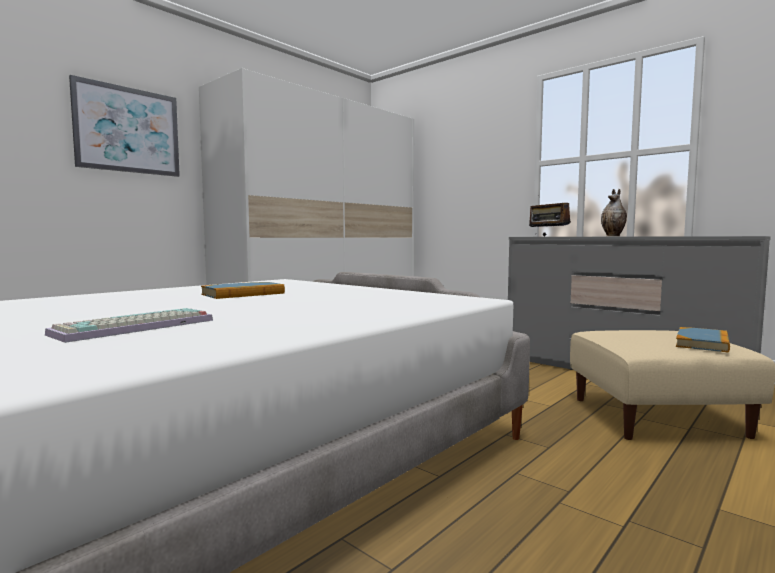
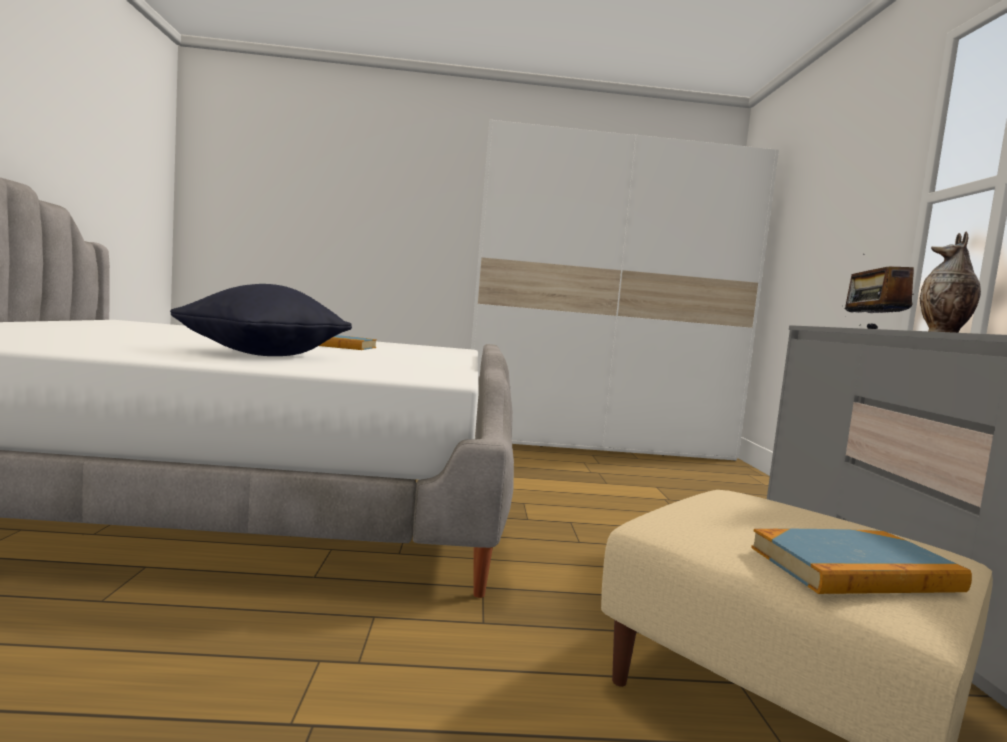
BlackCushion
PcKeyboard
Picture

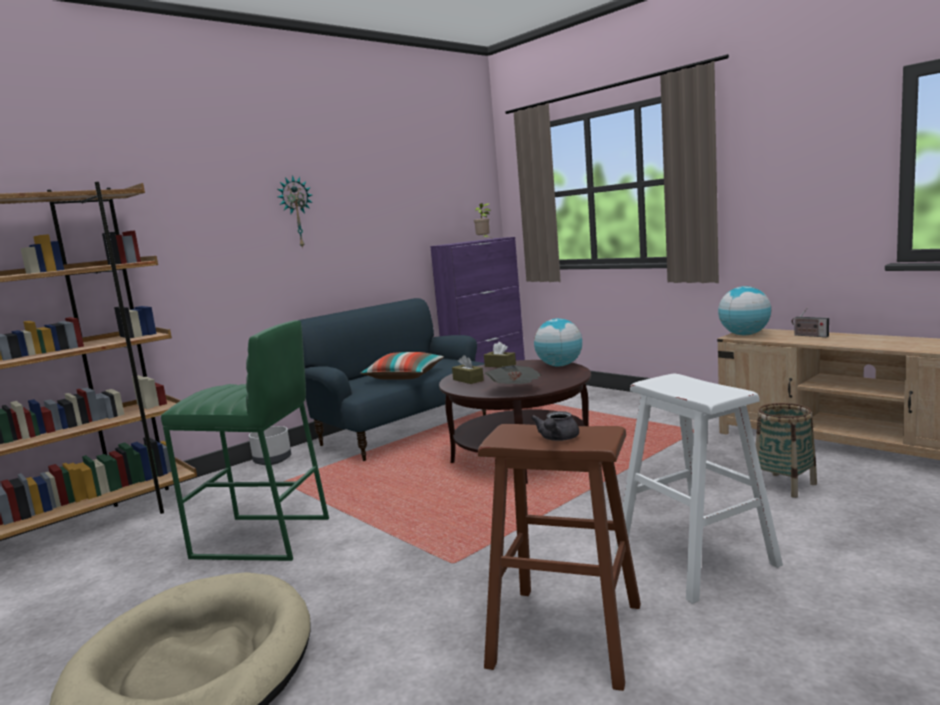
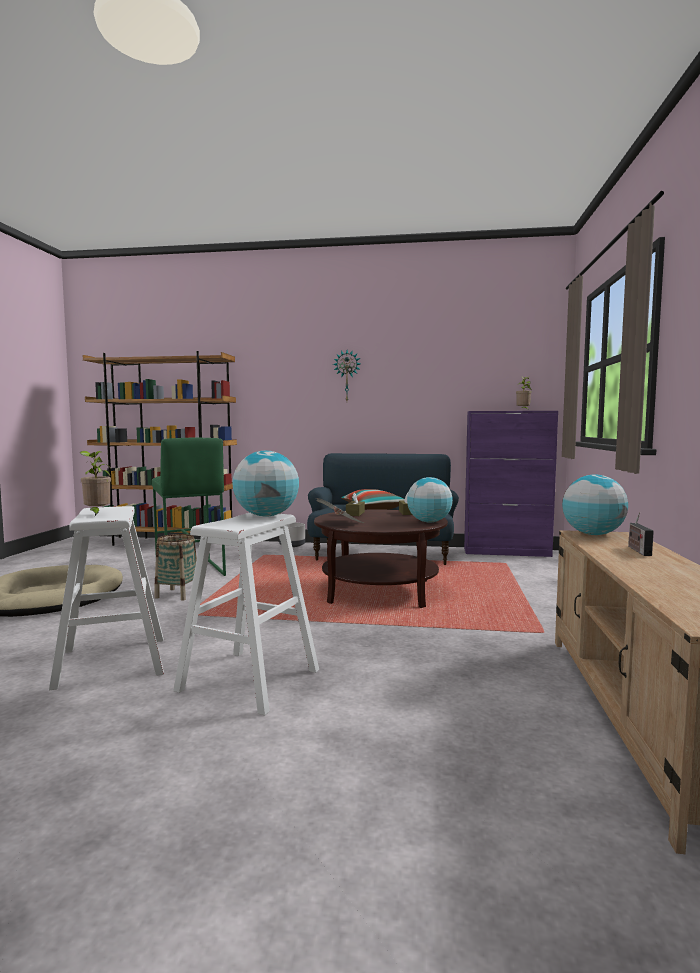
WhiteSittingStool (no. 1 from left)
PlantInAPot (no. 1 from left)
HouseholdBasket
Globe (no. 1 from left)

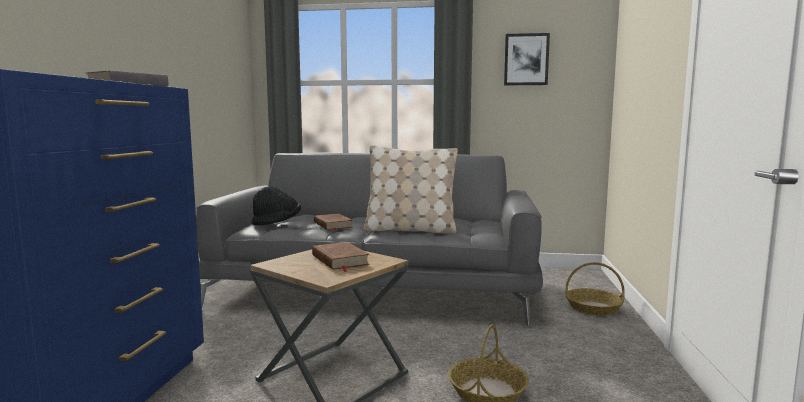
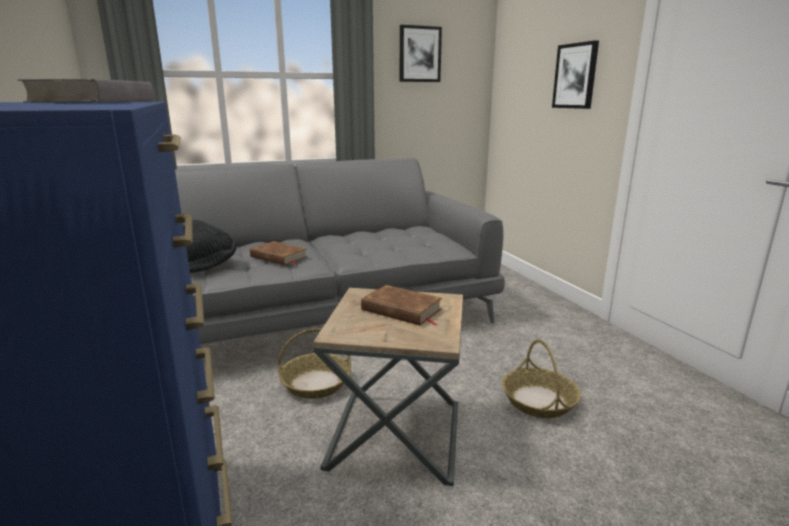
HouseholdBasket (no. 1 from left)
Picture (no. 2 from left)
BeigeColouredCushion

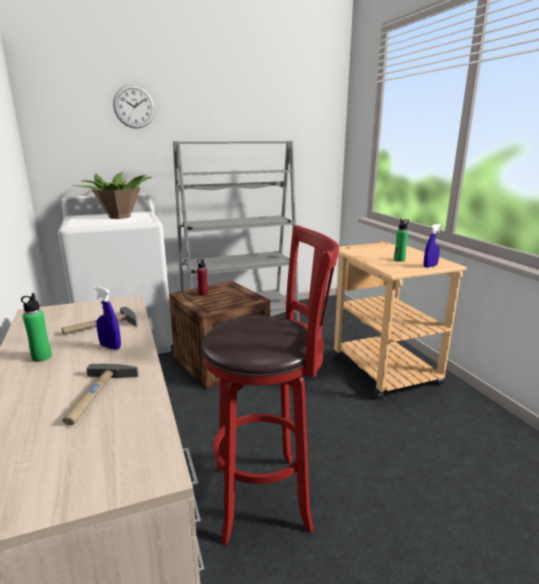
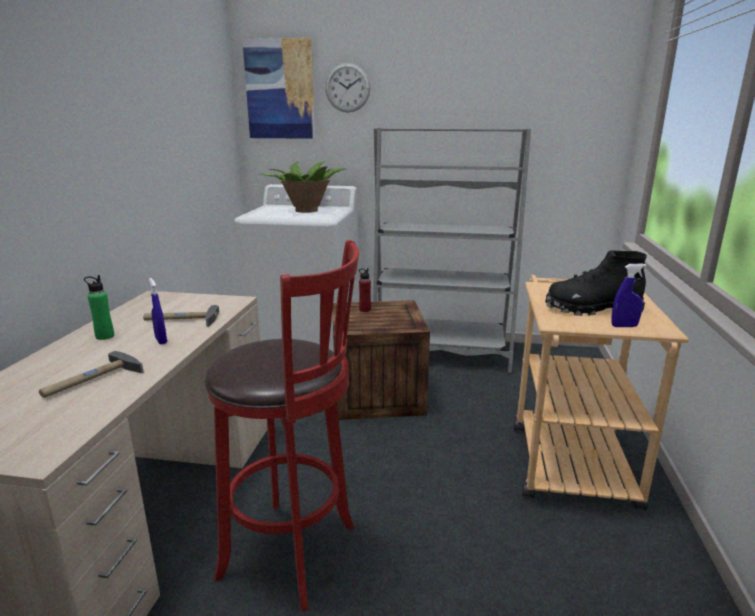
Picture
BlackBoot

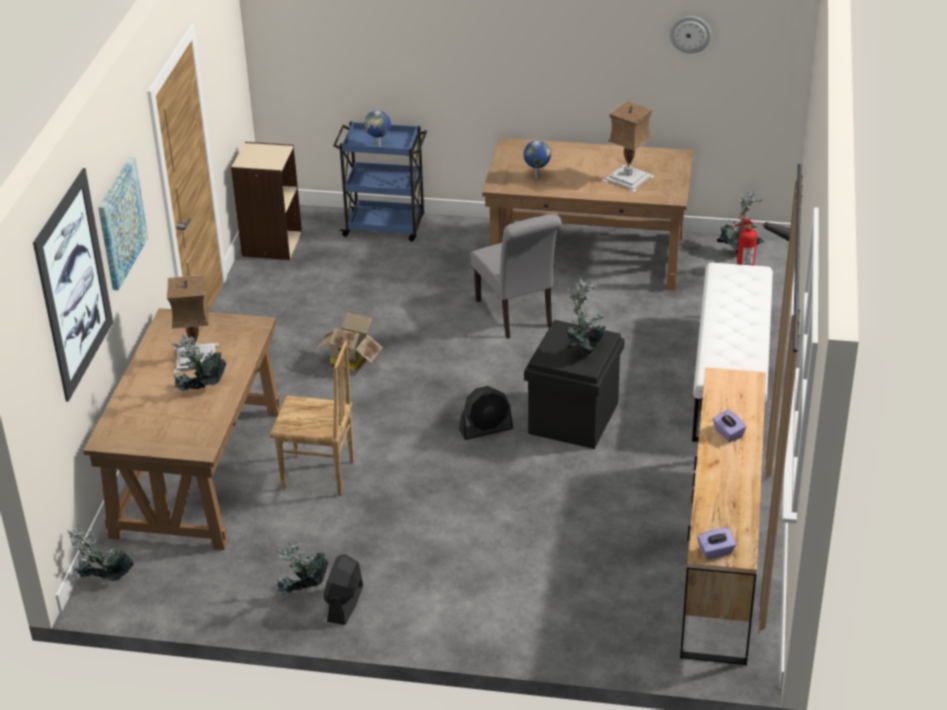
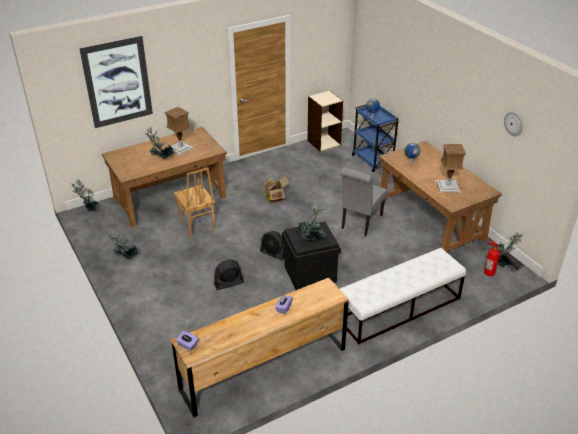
BlackElectricFan (no. 1 from left)
Picture (no. 2 from left in the first image)

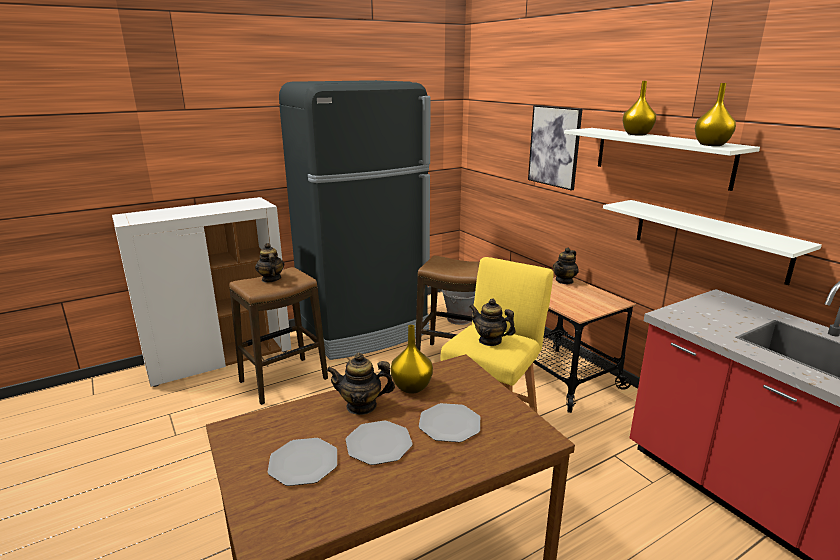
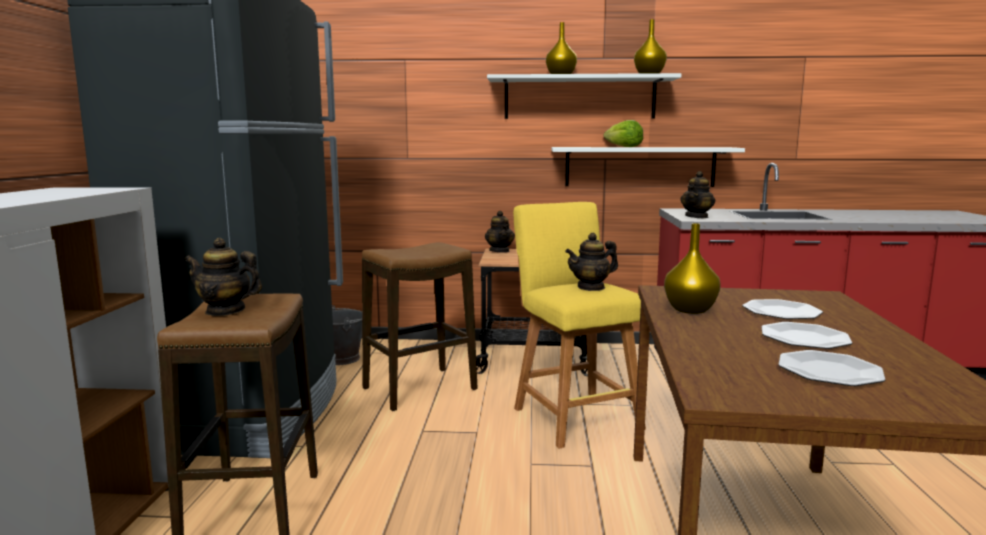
Lettuce
PotForTea (no. 4 from left)
Picture

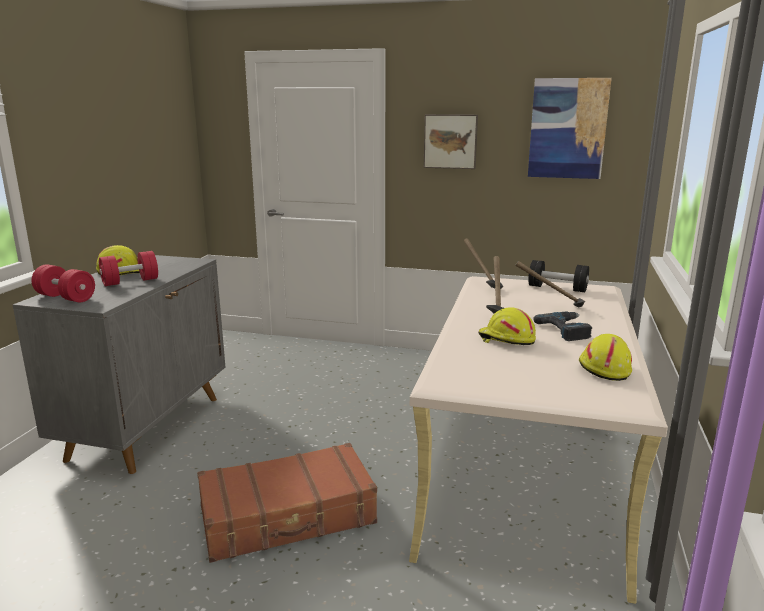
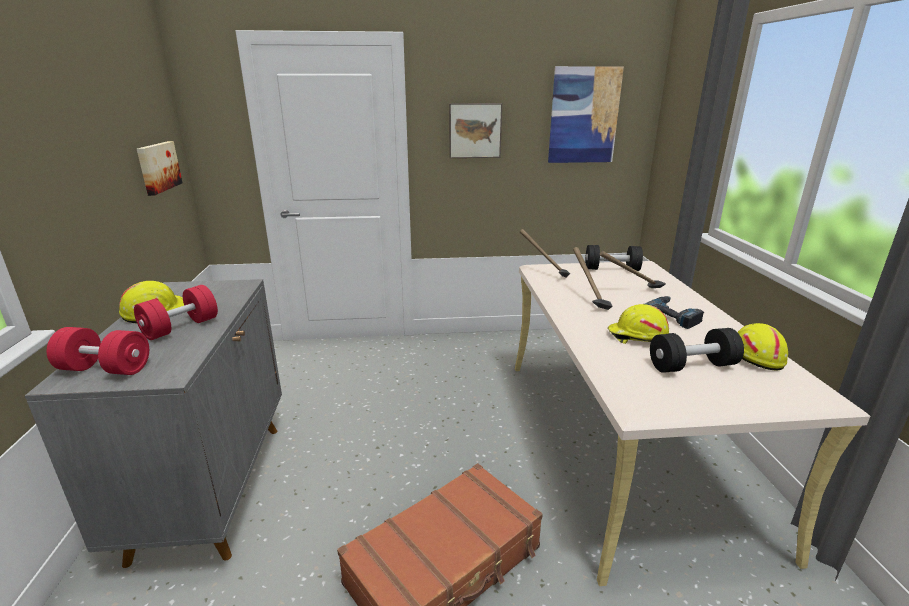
Picture (no. 1 from left)
BlackHandWeight (no. 2 from left)

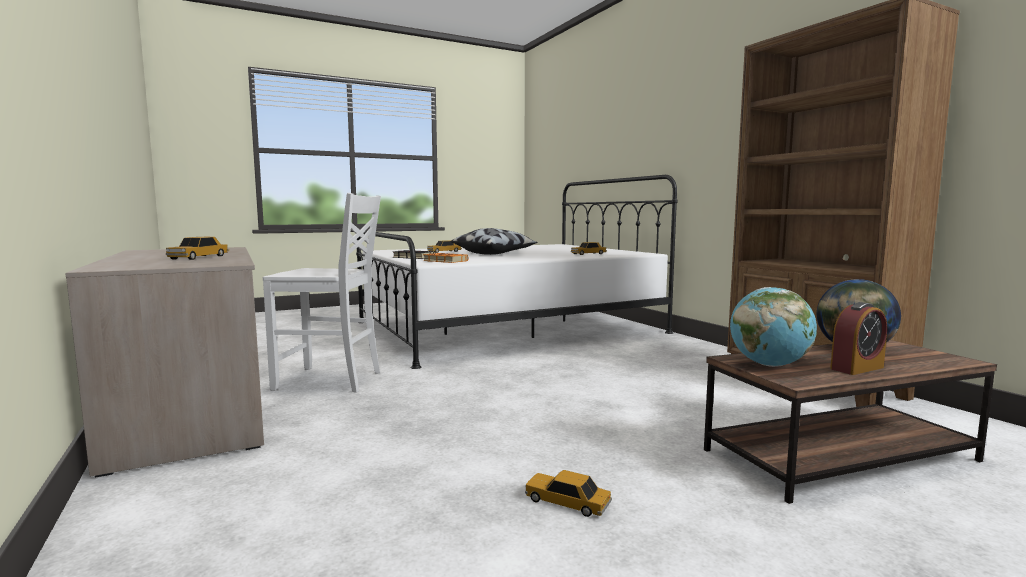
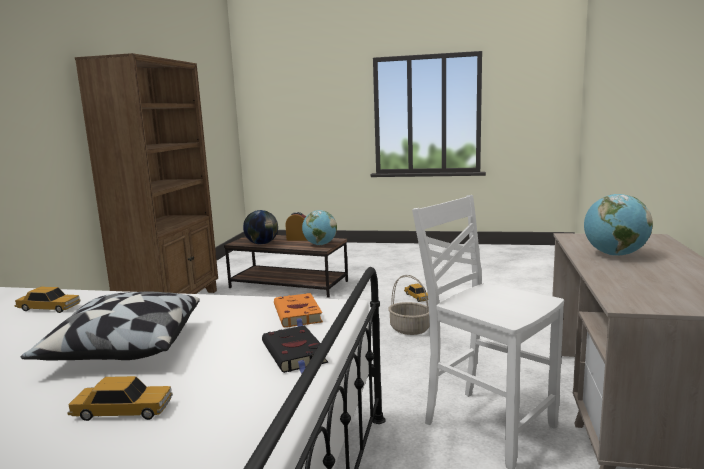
HouseholdBasket
Globe (no. 3 from left)

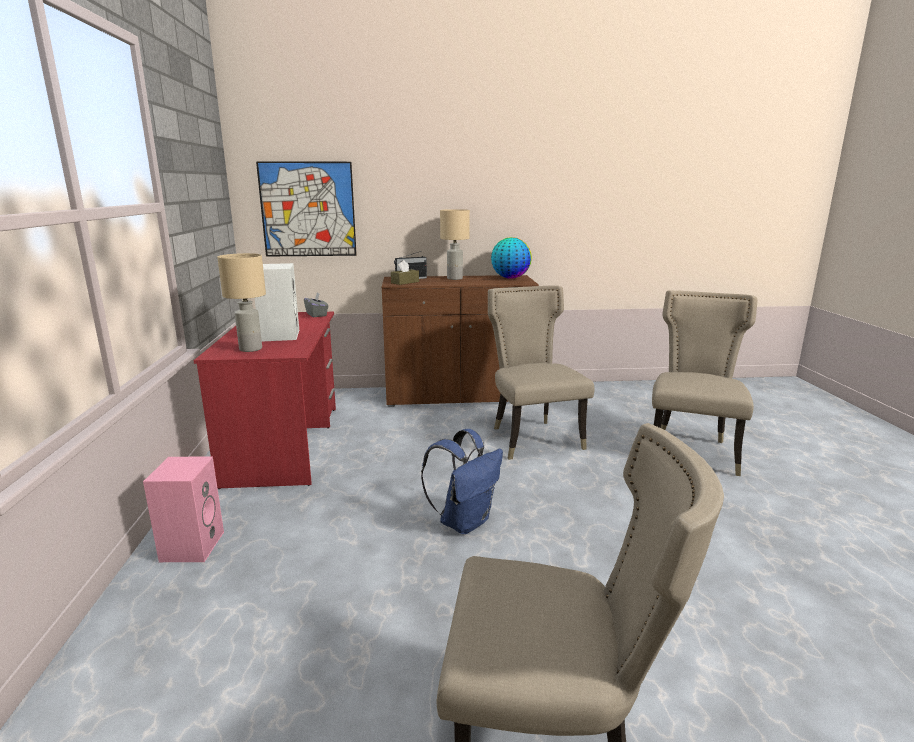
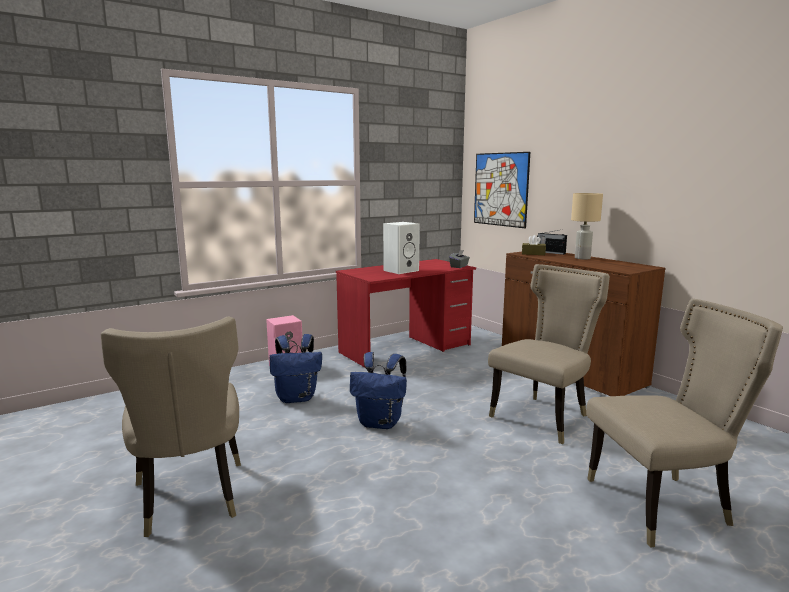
BluishRucksack (no. 1 from left)
BeigeColouredTableLamp (no. 1 from left in the first image)
Globe

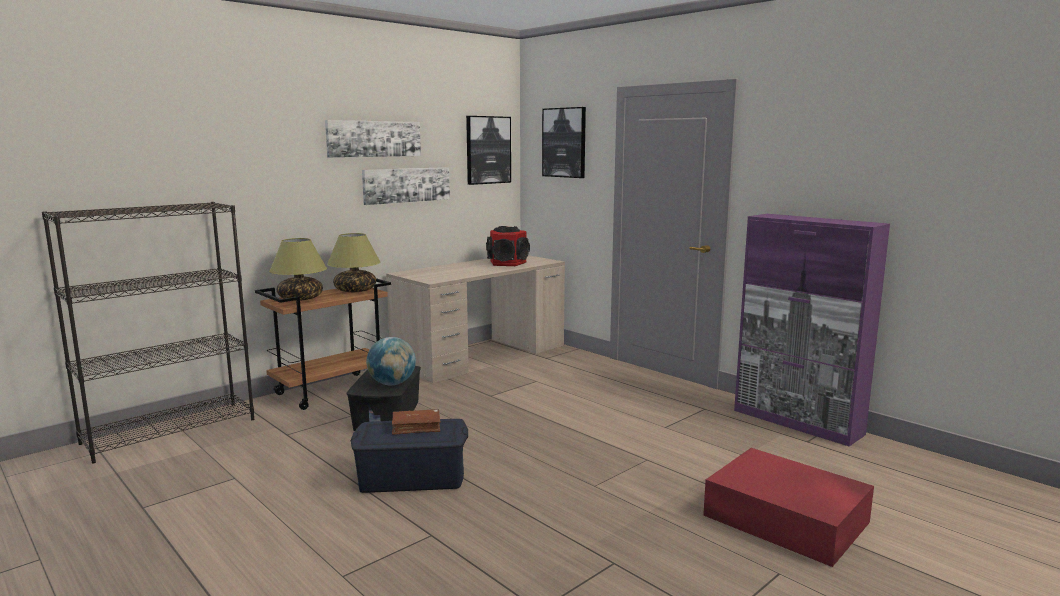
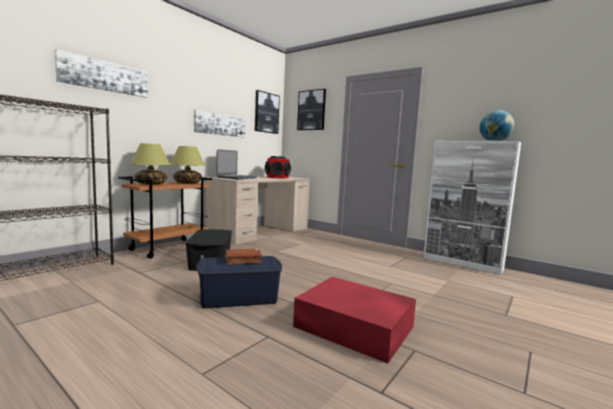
Picture (no. 1 from left)
NotebookComputer
RedStorageBin
WhiteStorageCabinet
Globe

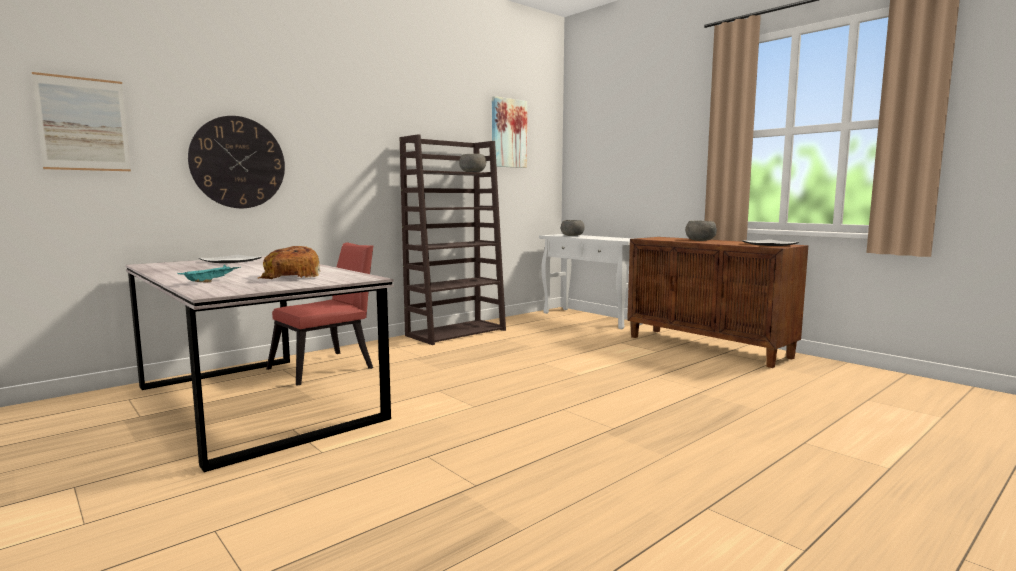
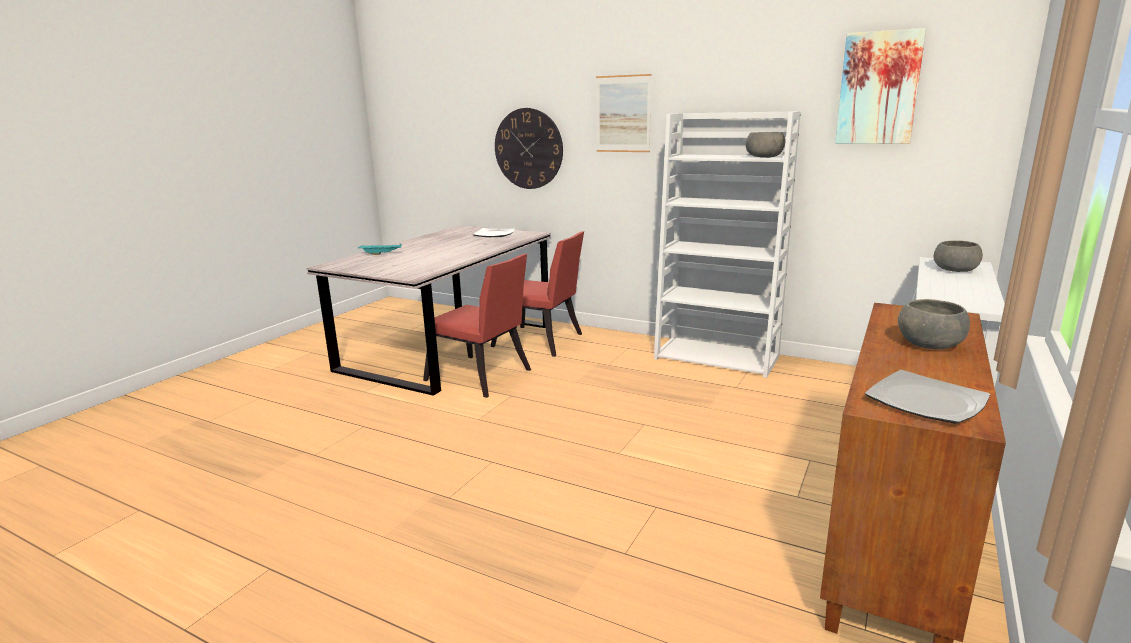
RedPlainChair (no. 1 from left)
Picture (no. 1 from left)
WhiteBookcase
BakedBread

